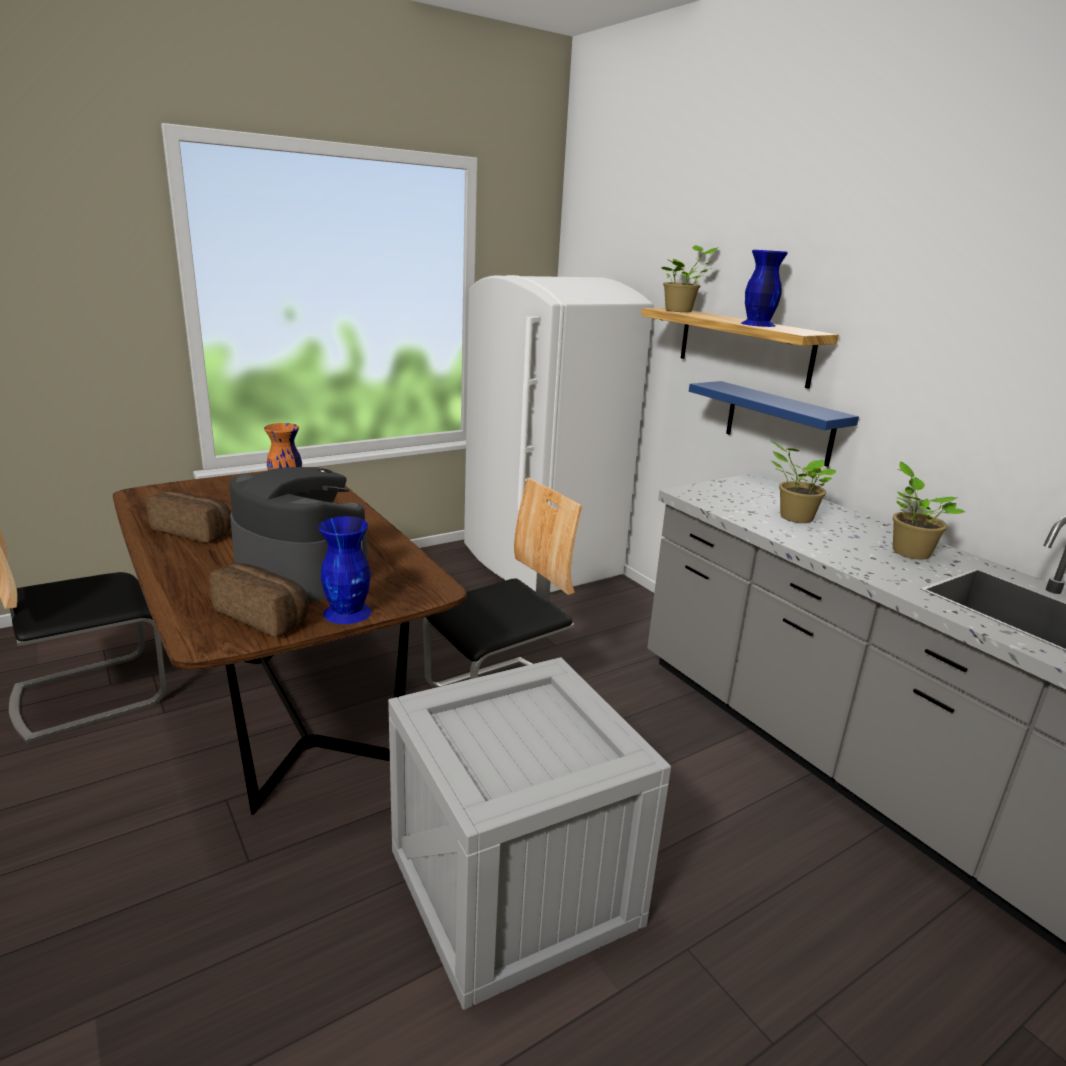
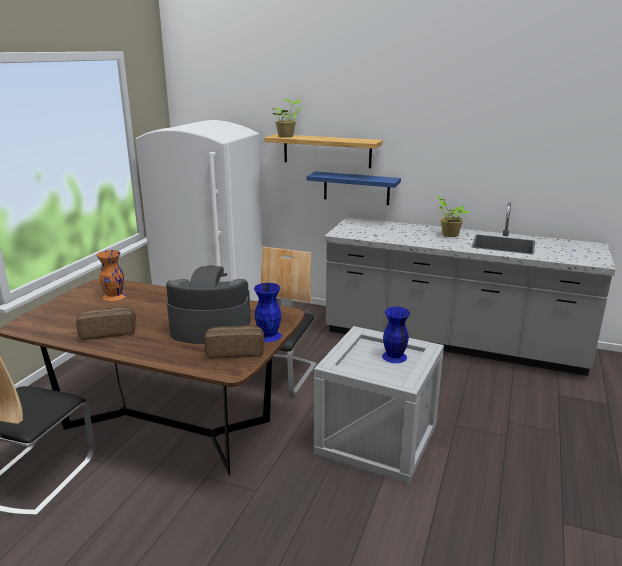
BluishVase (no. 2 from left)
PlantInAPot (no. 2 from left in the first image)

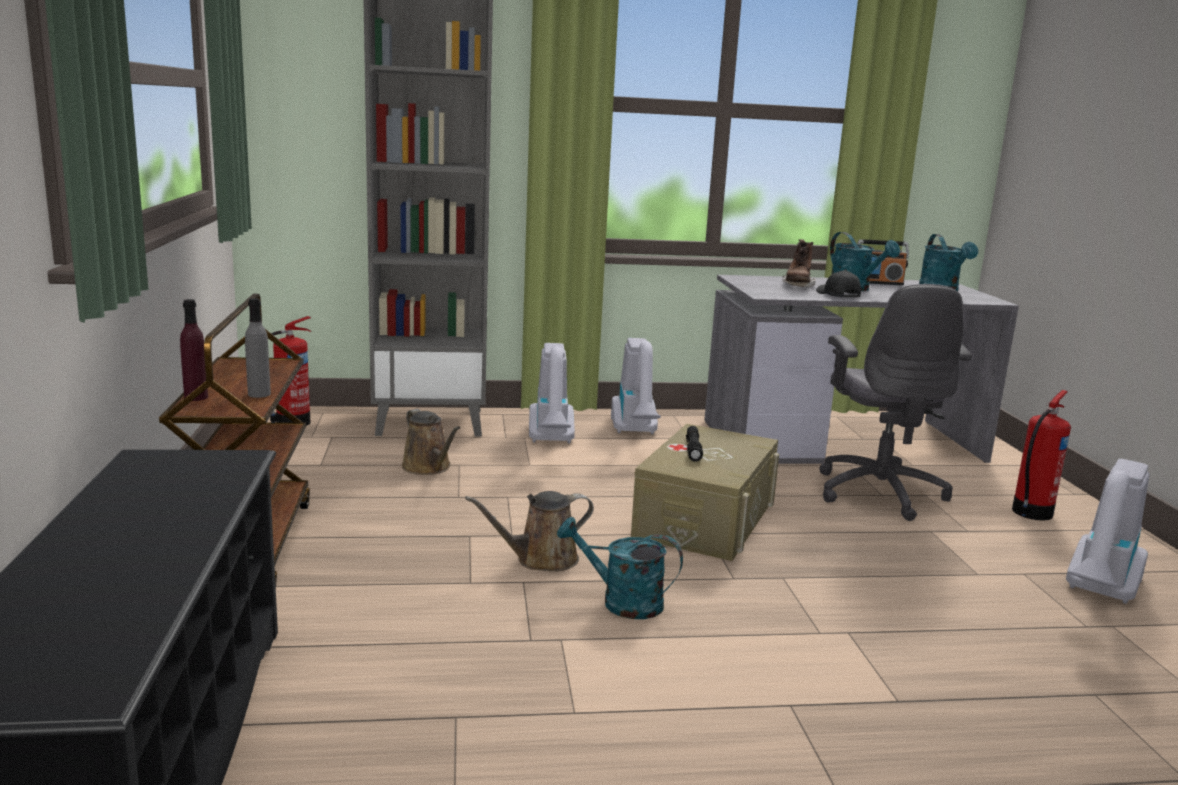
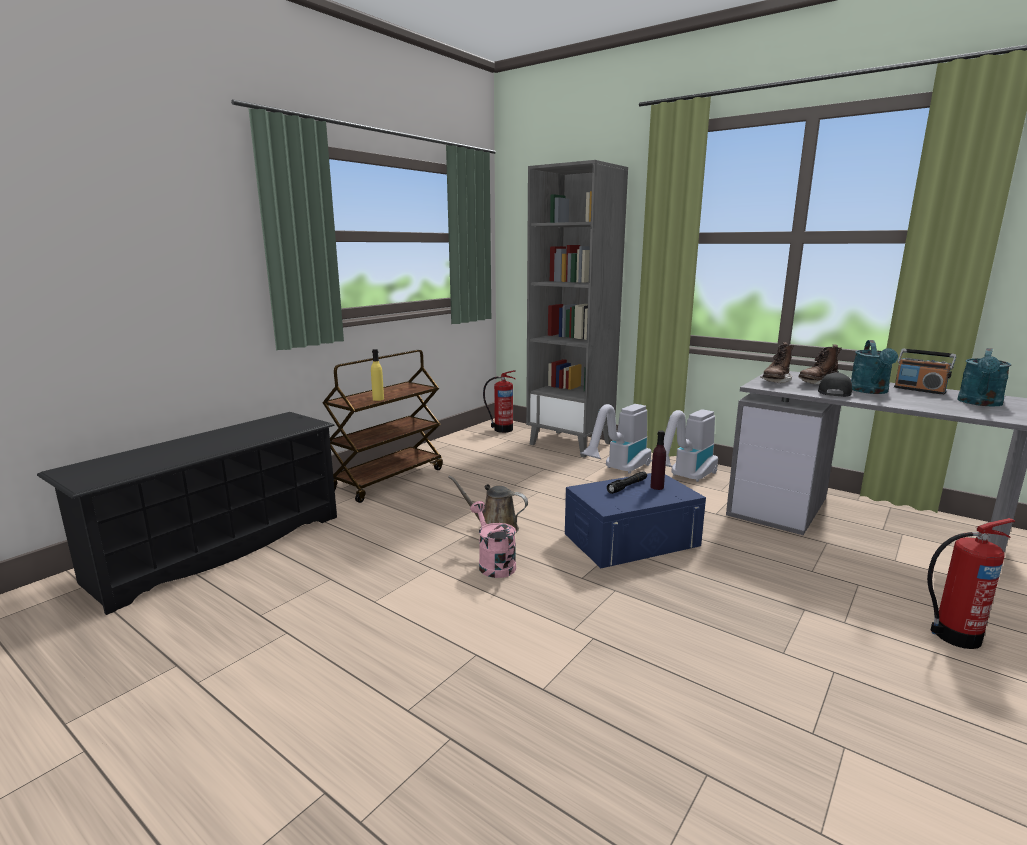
YellowColouredDrinkBottle
PinkColouredWateringCan
BluishStorageBin
PurpleDrinkBottle
BrownBoot (no. 1 from left)
BrownWateringCan (no. 1 from left in the first image)
GreyishOfficeChair
Vacuum (no. 3 from left in the first image)

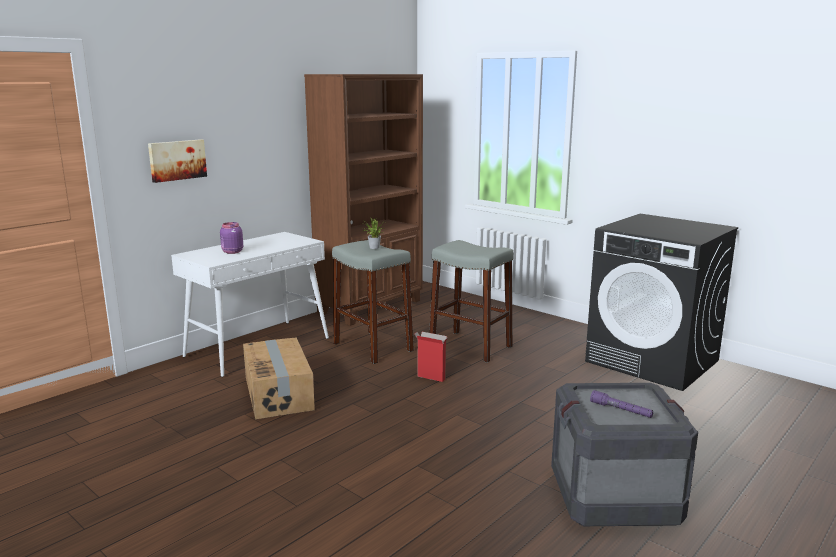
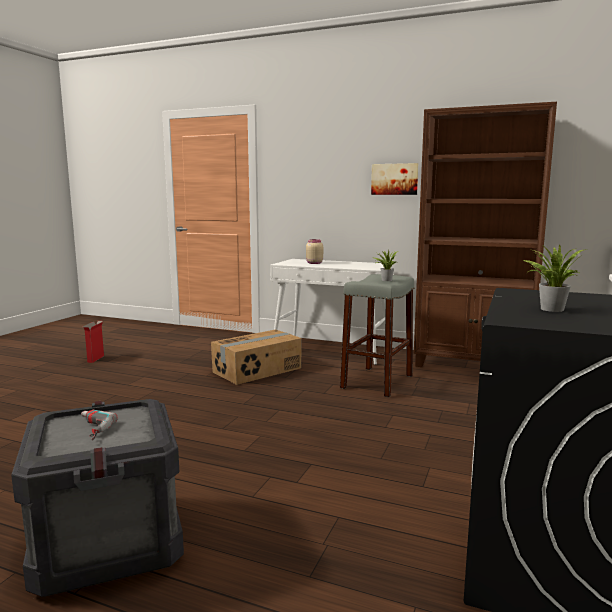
ElectricDrill
CardboardBox (no. 1 from left)
BeigeColouredPreserveJar
Picture
PlantInAPot (no. 2 from left)
GreyishSittingStool (no. 2 from left in the first image)

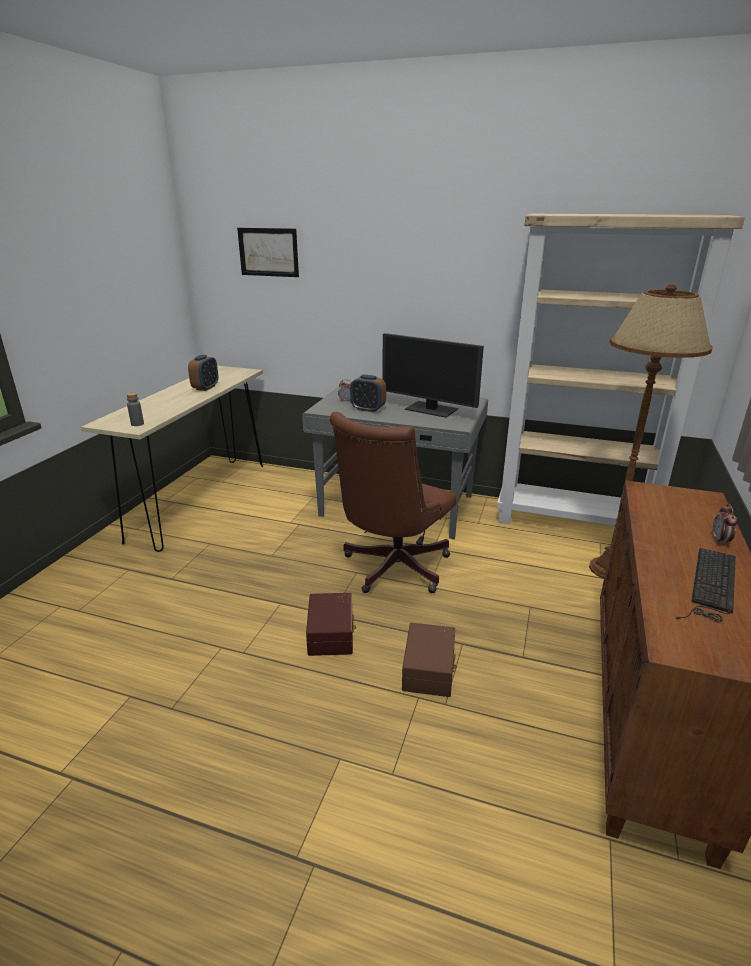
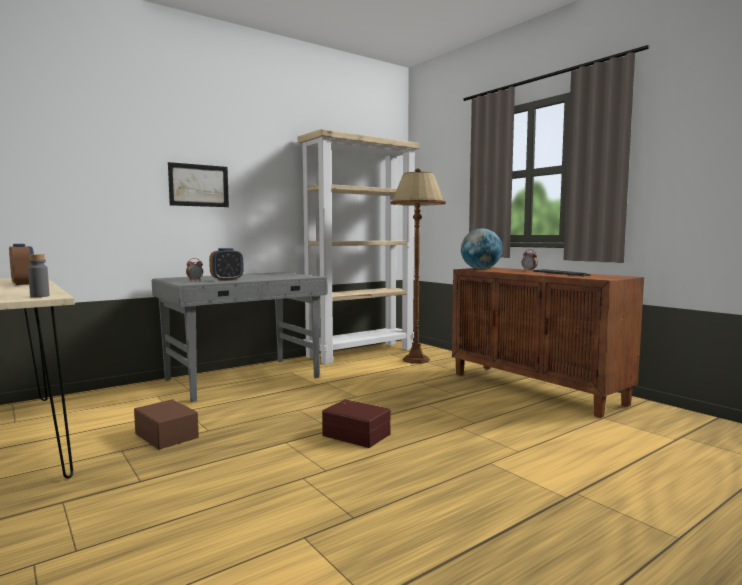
BrownStorageBin (no. 1 from left)
Picture
Globe
BrownOfficeChair
Monitor

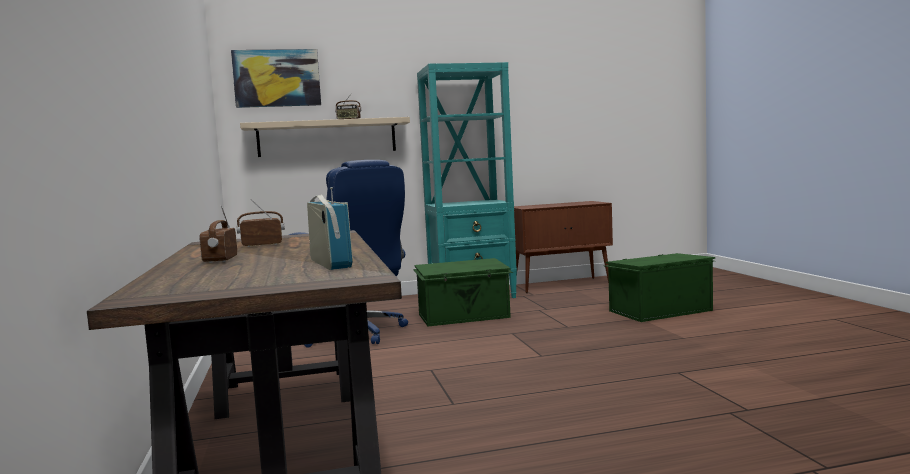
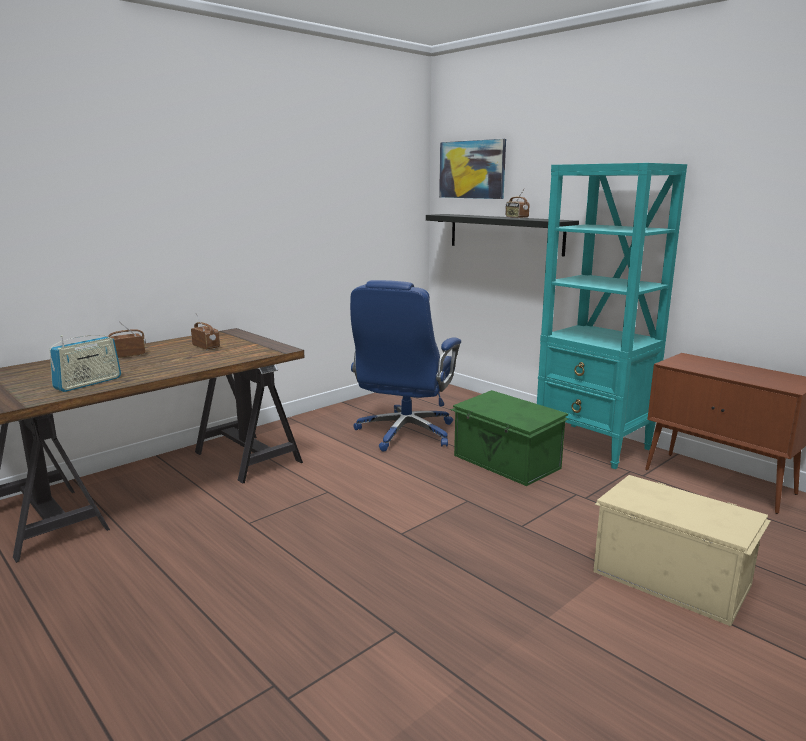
BlackWallShelf
BeigeColouredStorageBin

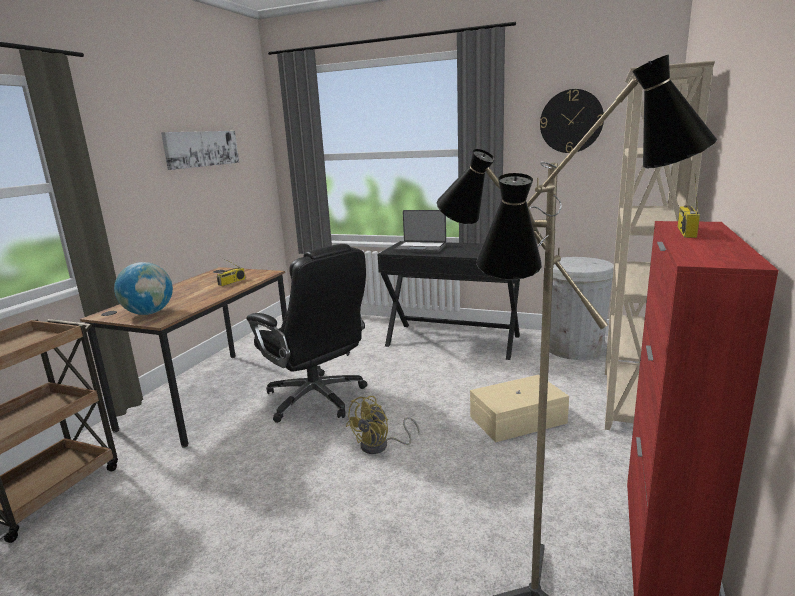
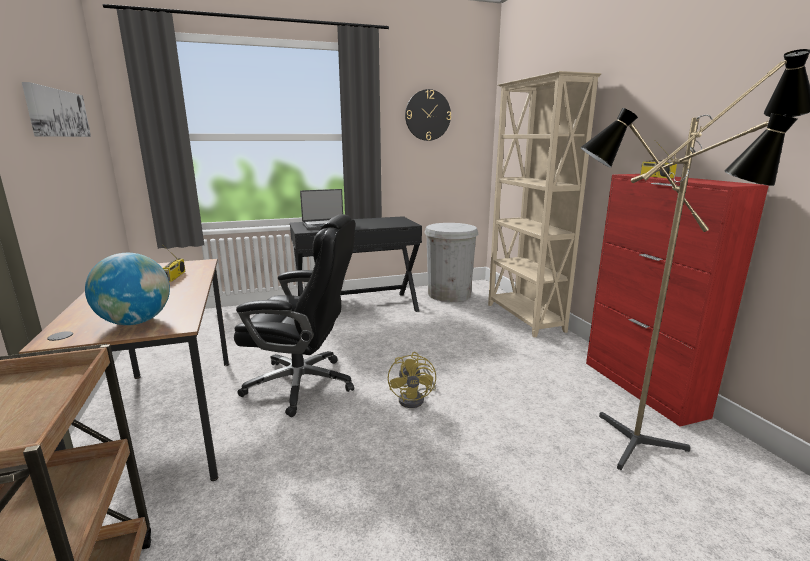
BeigeColouredStorageBin

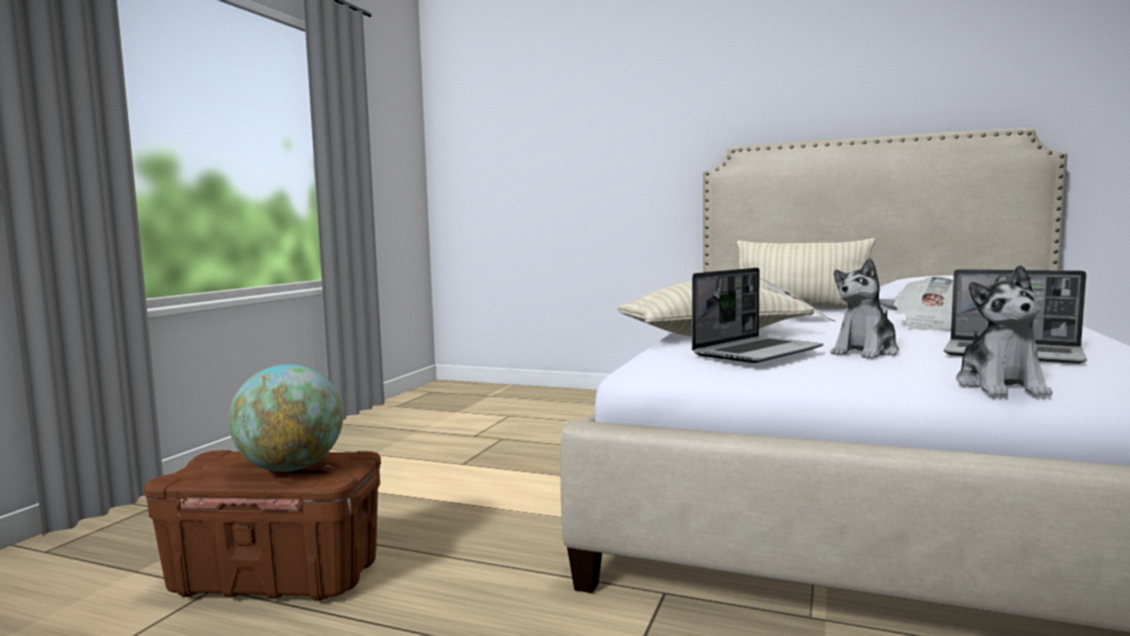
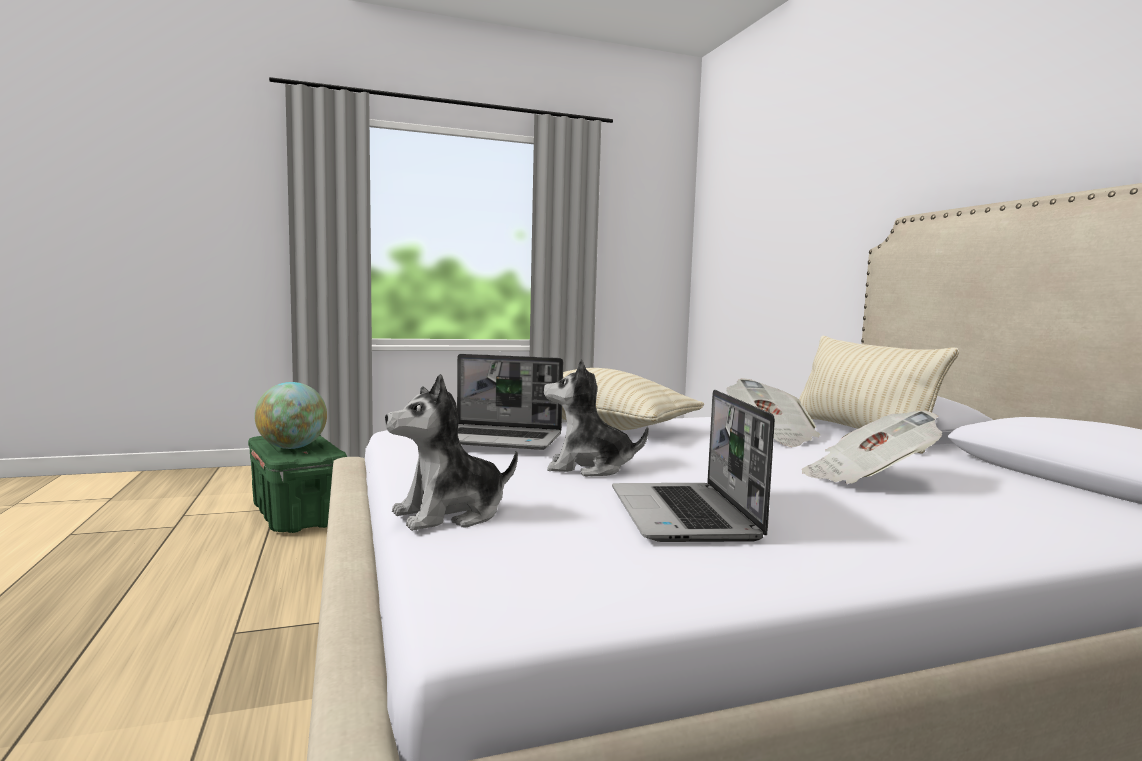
GreenishStorageBin

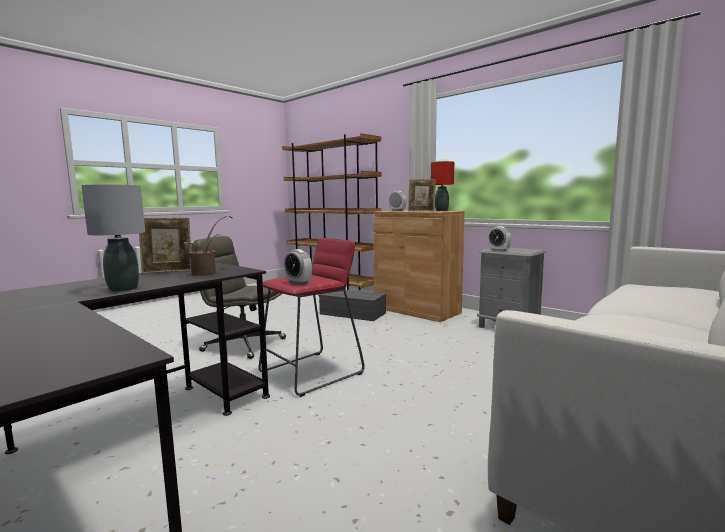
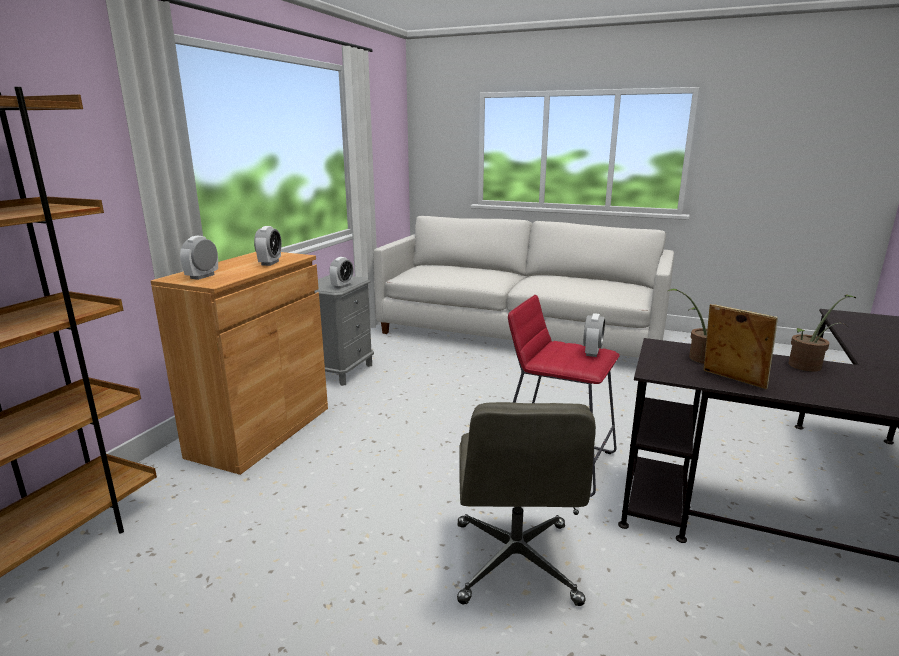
TableClock (no. 2 from left)
PlantInAPot (no. 2 from left)
GreyishStorageBin
RedTableLamp

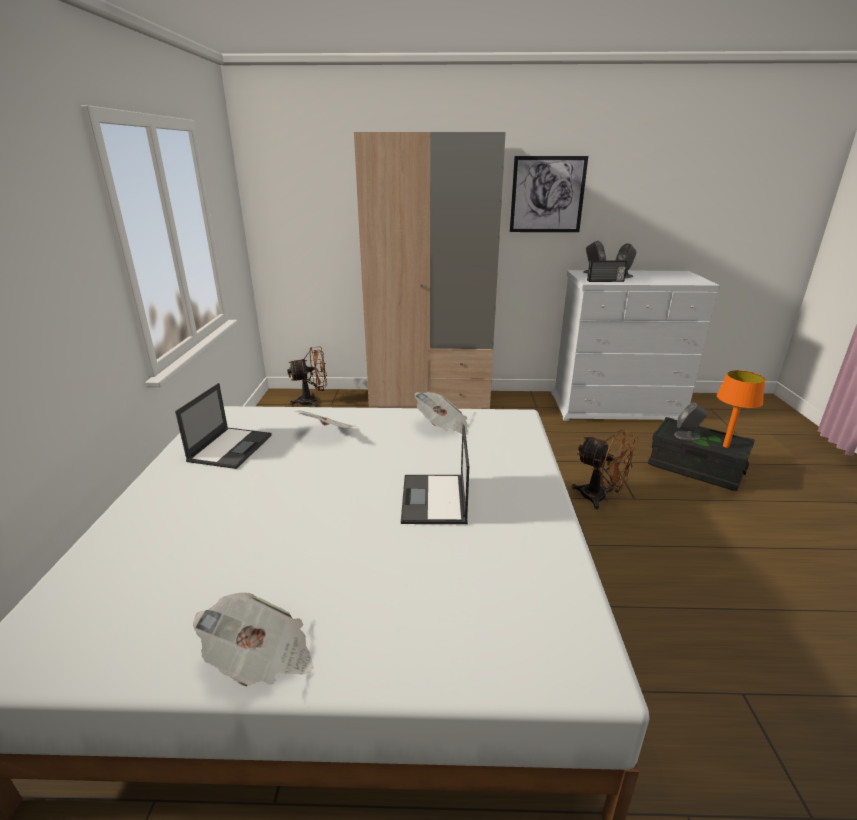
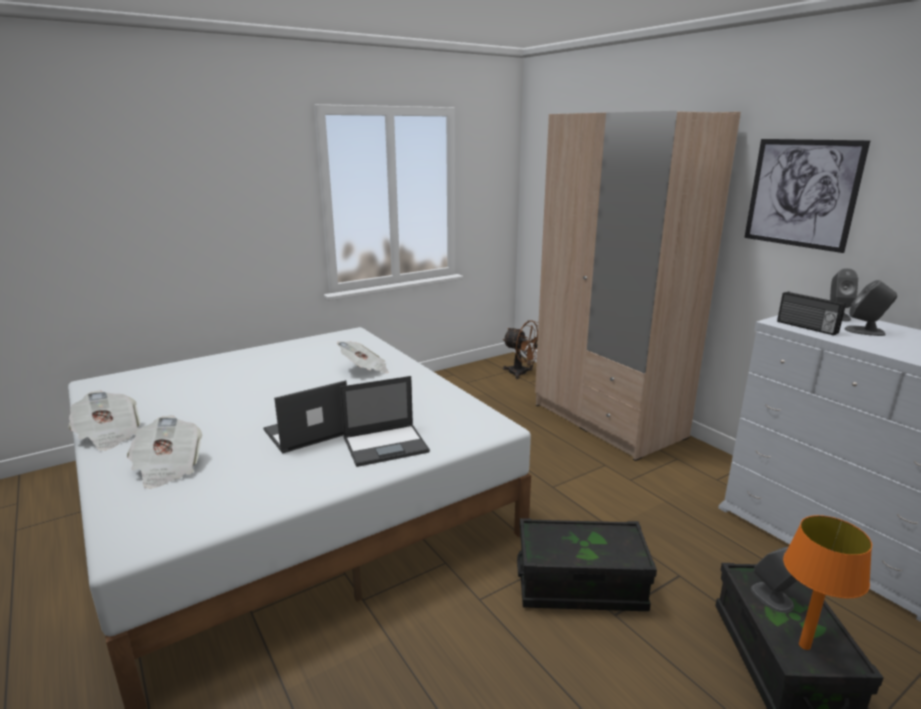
PrintedPaper (no. 2 from left)
NotebookComputer (no. 2 from left)
BlackStorageBin (no. 1 from left)

